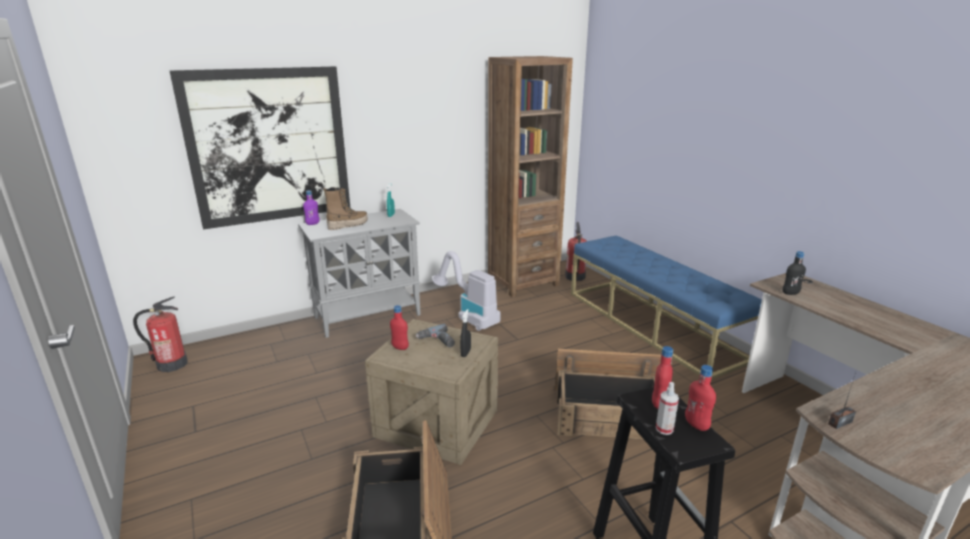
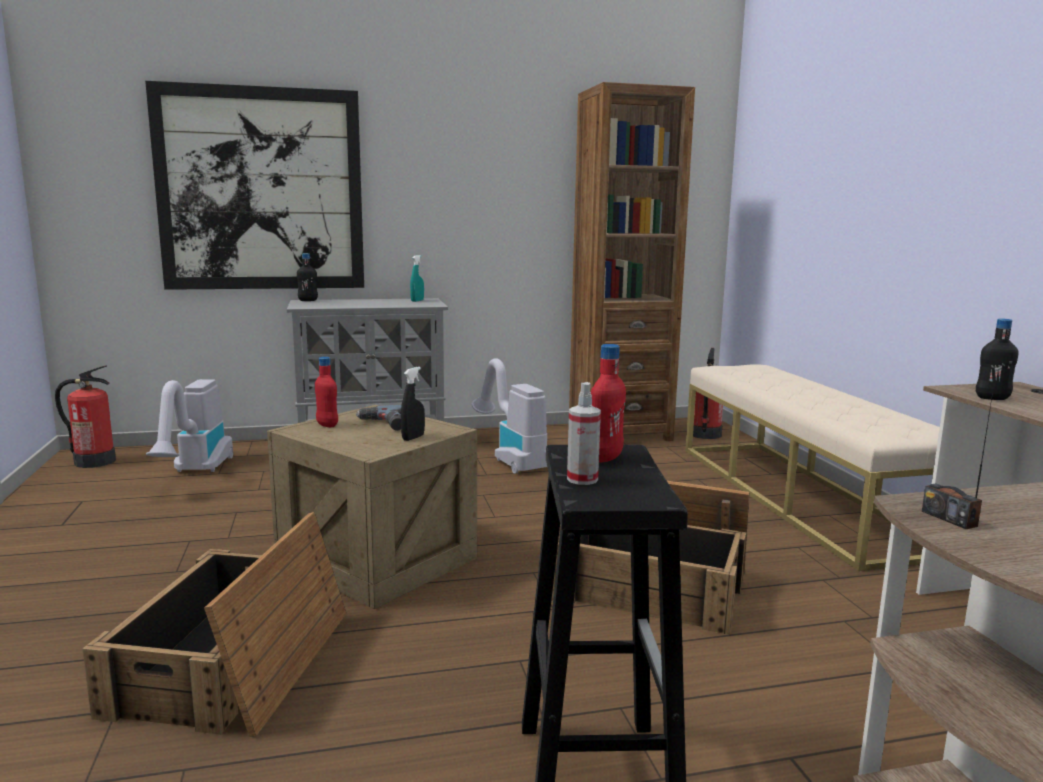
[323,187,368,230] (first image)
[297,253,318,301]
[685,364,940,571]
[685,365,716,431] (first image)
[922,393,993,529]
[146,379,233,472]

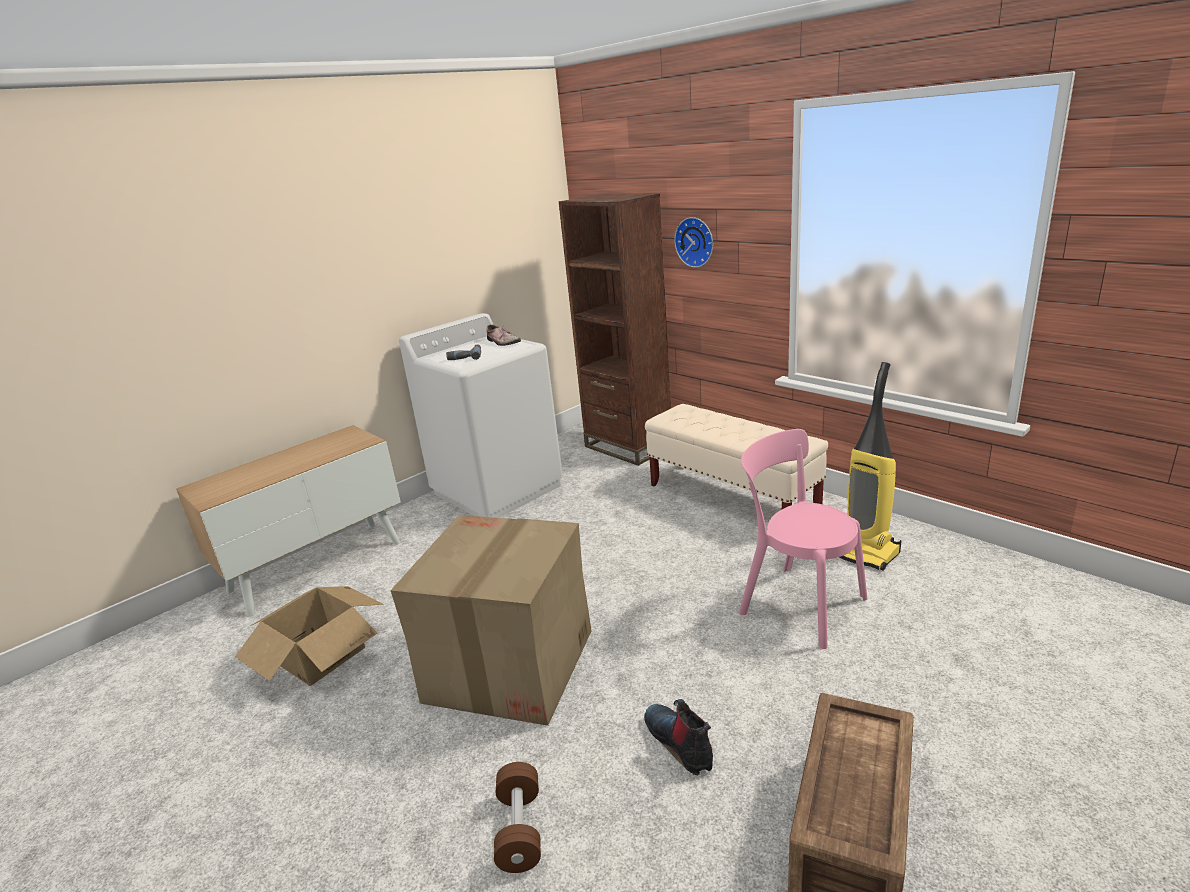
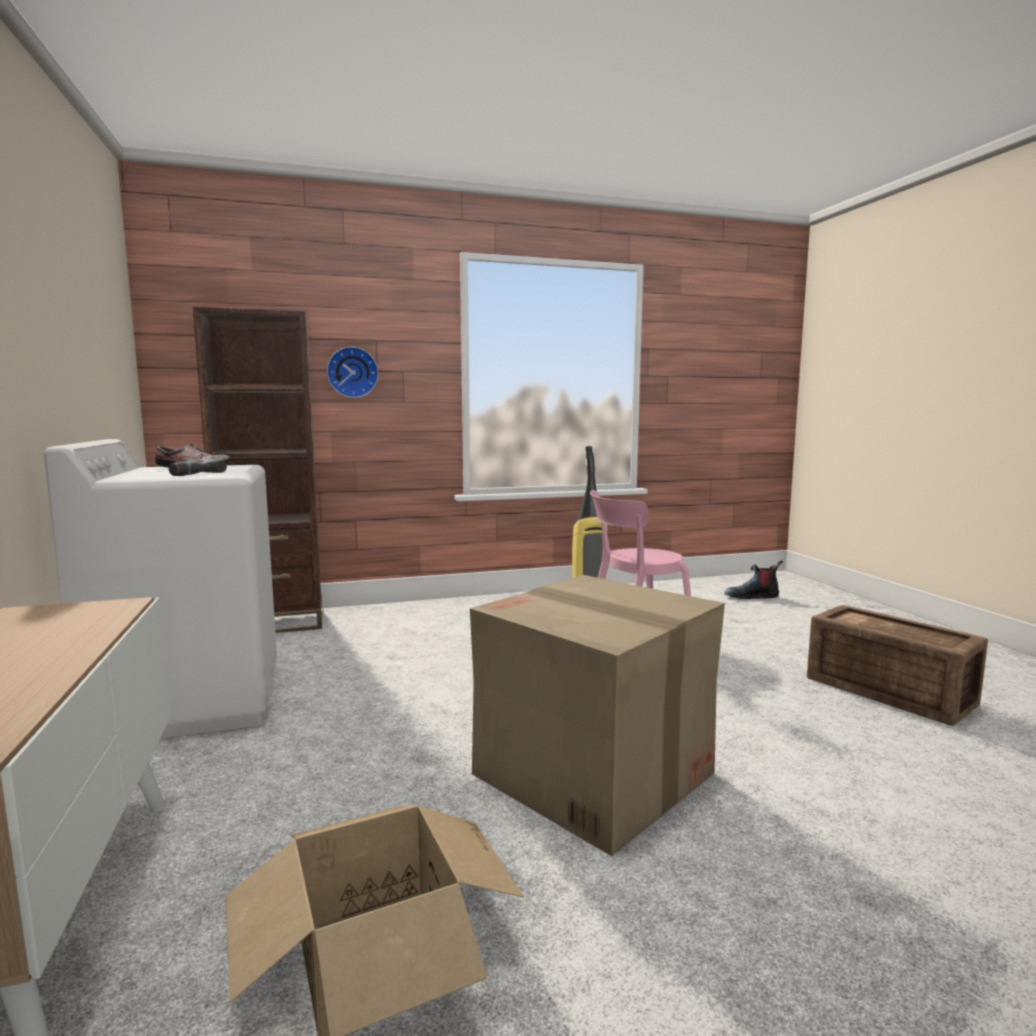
[645,404,828,509] (first image)
[724,560,783,599]
[494,762,541,873] (first image)

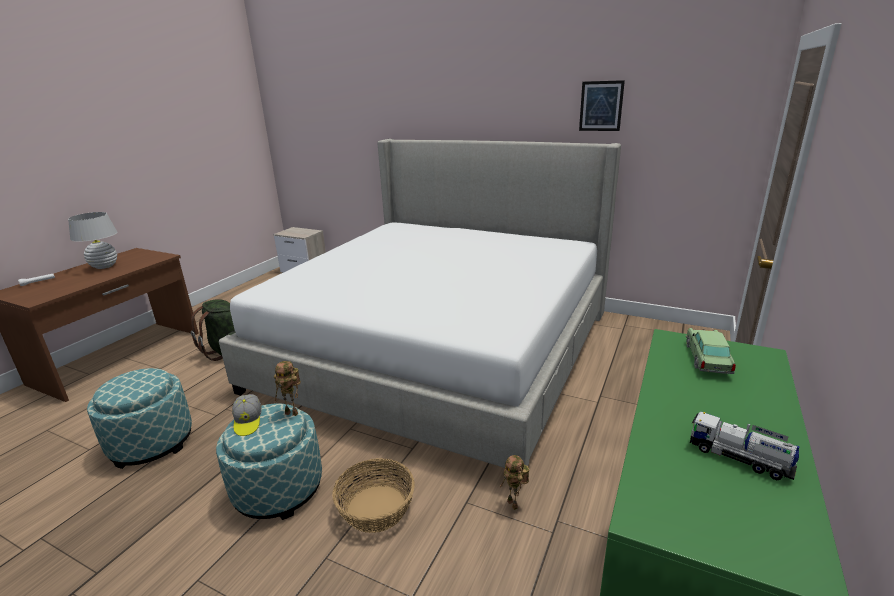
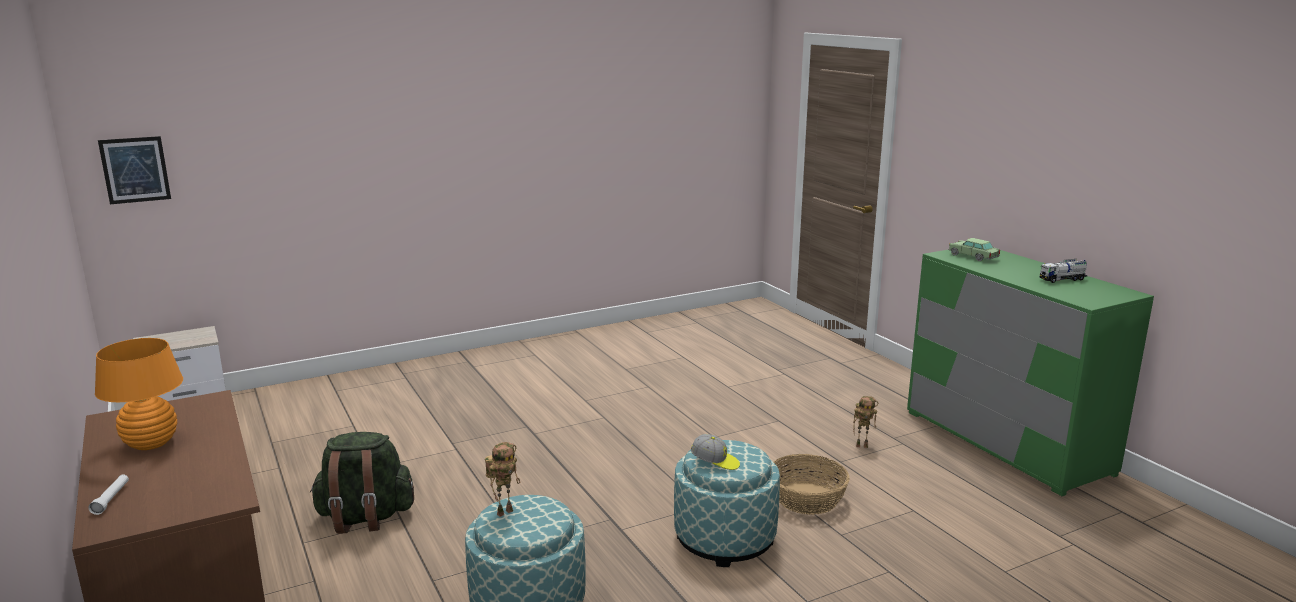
[98,136,171,204]
[219,139,621,468] (first image)
[95,338,183,450]
[485,442,520,517]

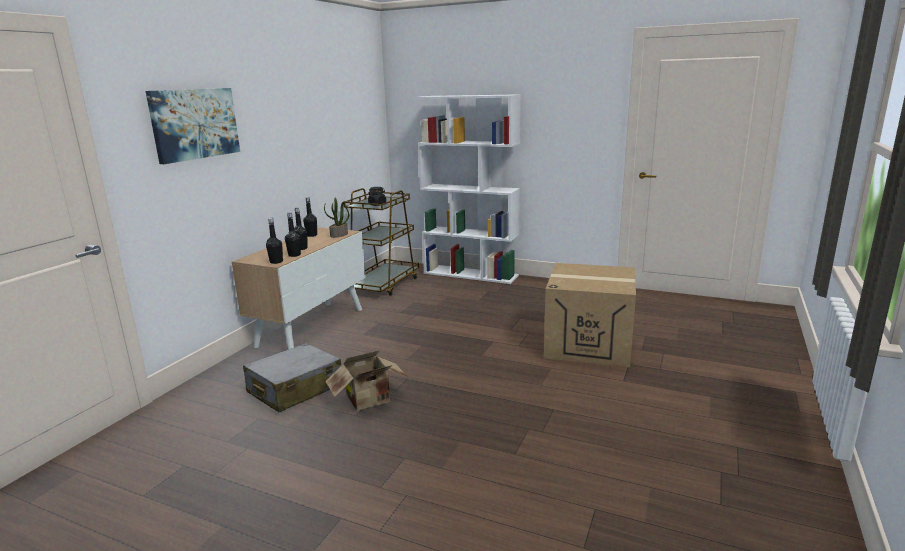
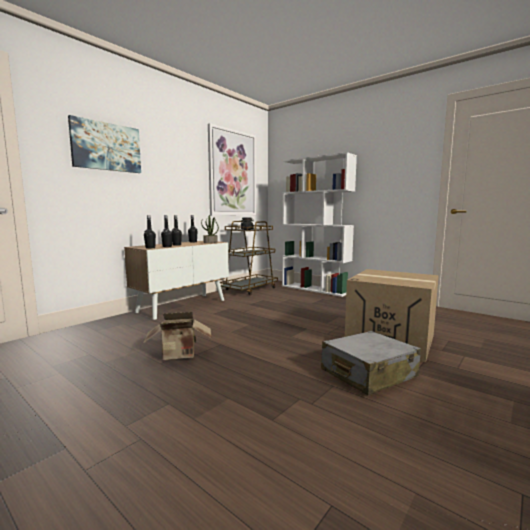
[321,331,421,395]
[208,123,256,216]

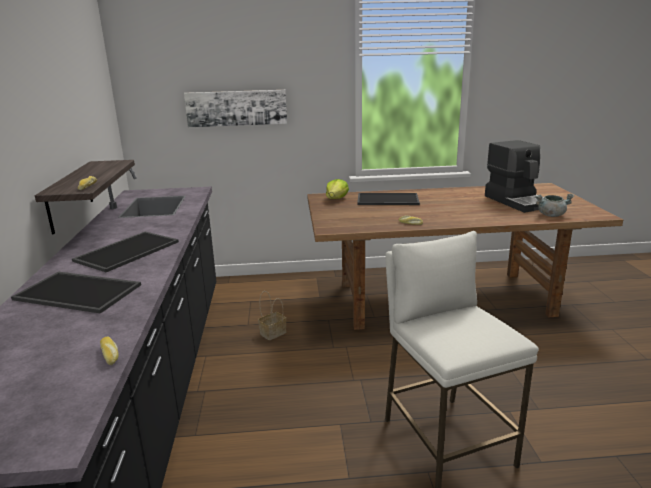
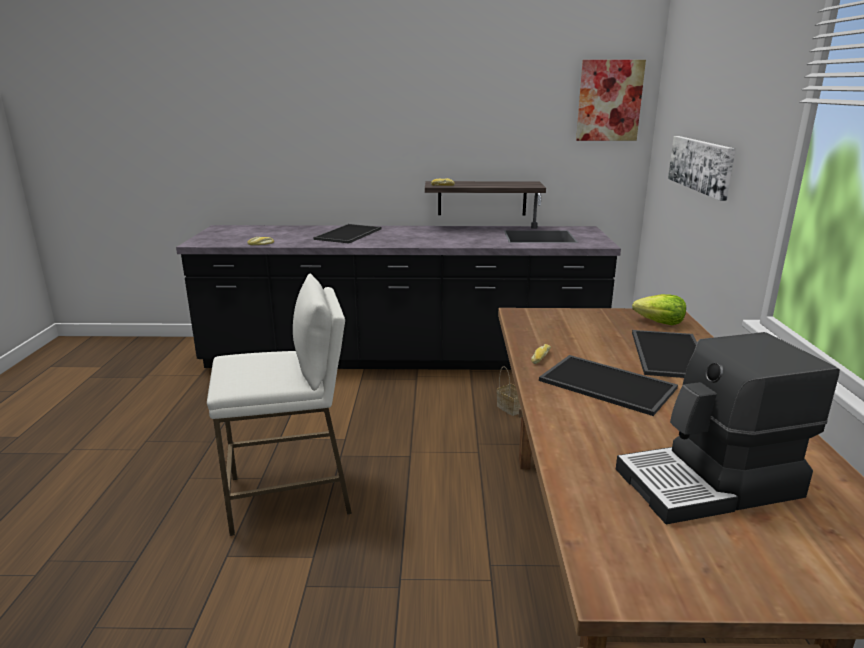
[535,194,575,217] (first image)
[539,355,678,416]
[576,60,646,141]

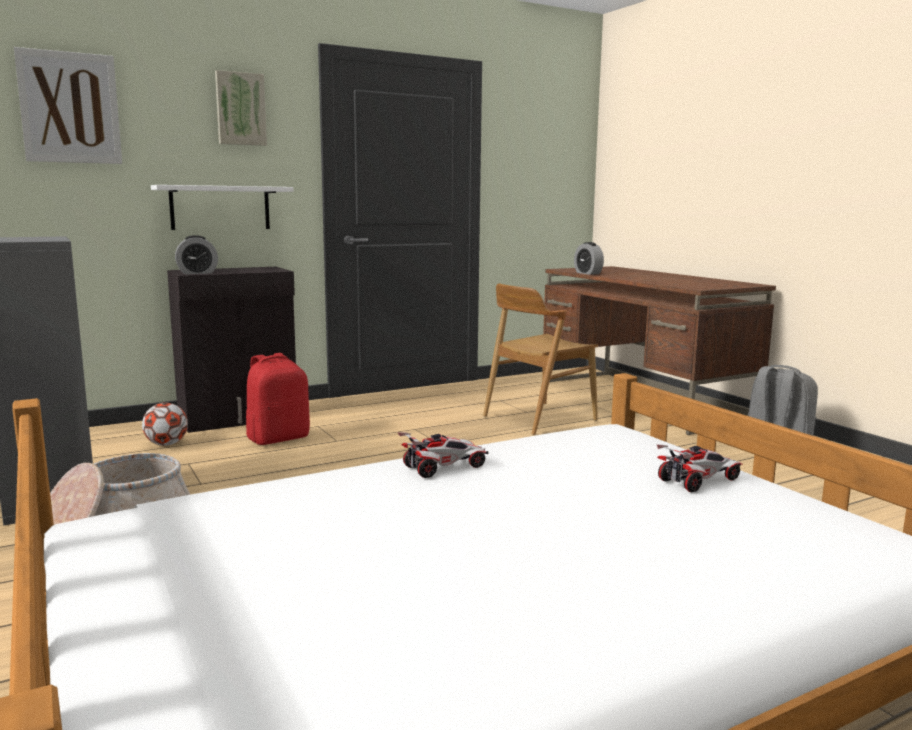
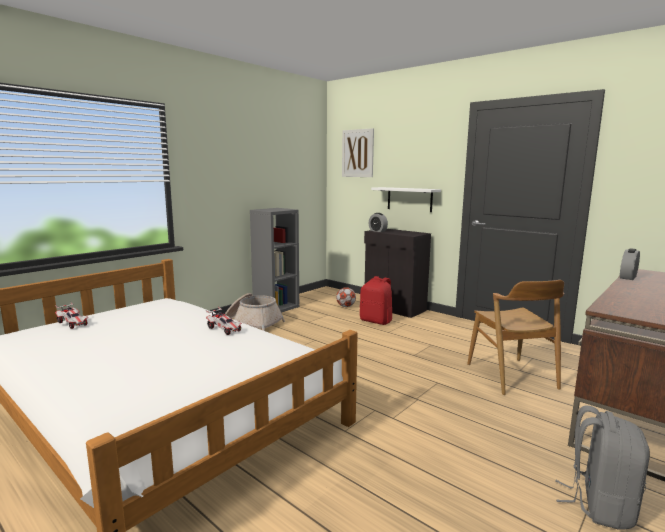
[215,70,267,146] (first image)
[467,280,564,395]
[55,302,88,329]

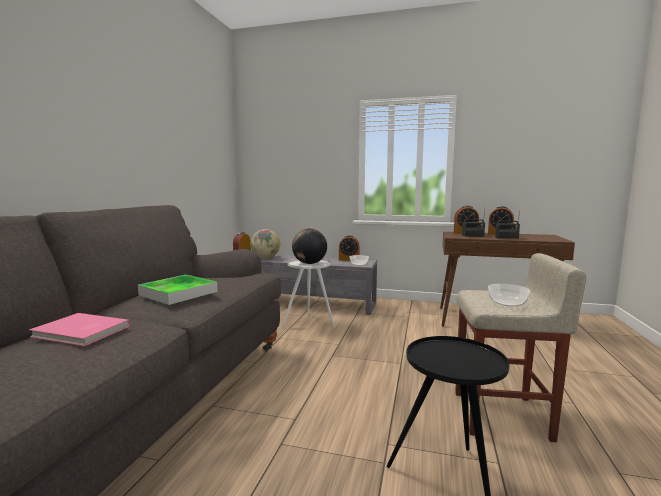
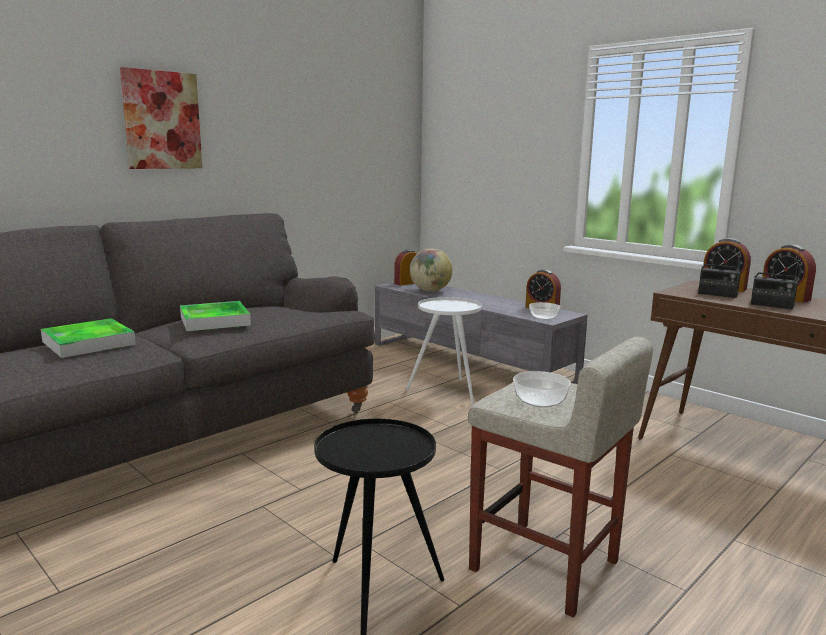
[292,228,327,264] (first image)
[41,318,136,358]
[120,67,202,169]

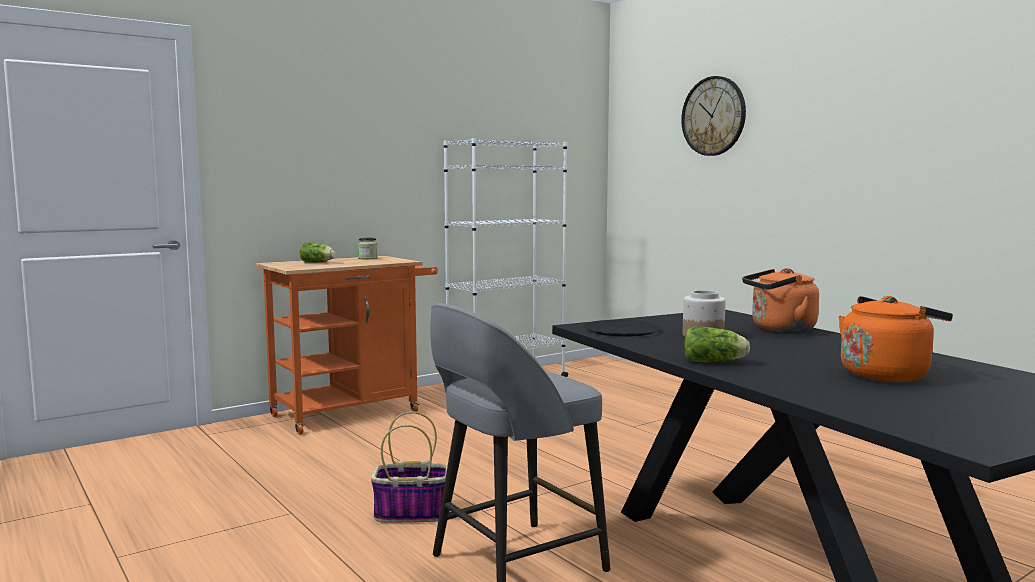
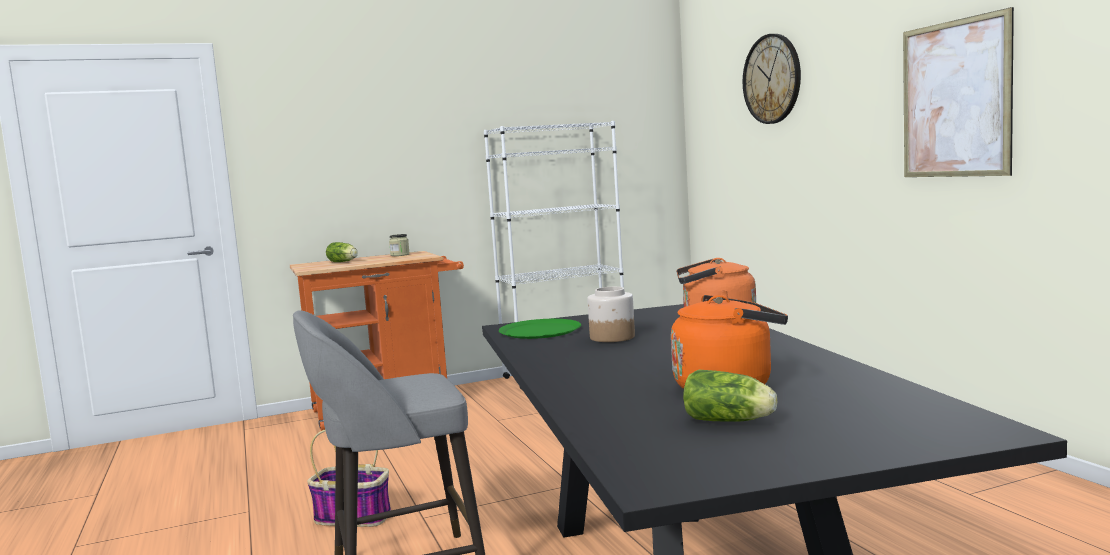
[499,319,581,339]
[683,370,777,422]
[903,7,1014,177]

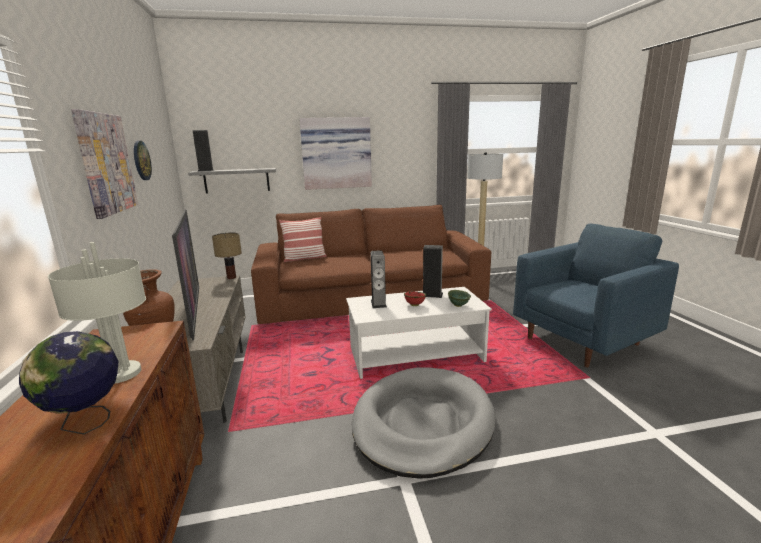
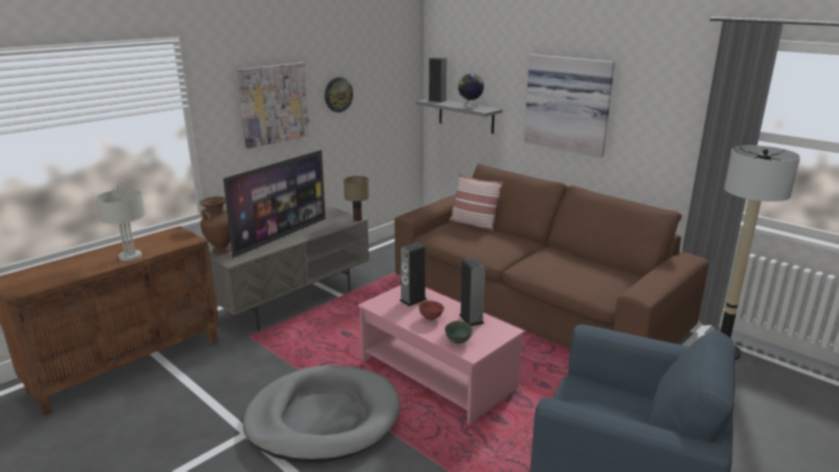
[358,285,525,424]
[458,74,484,108]

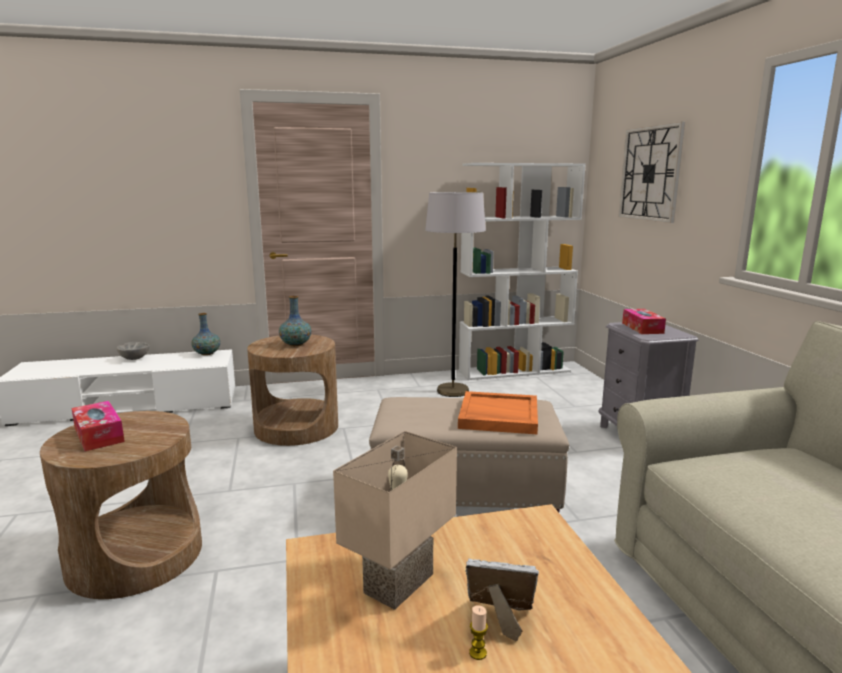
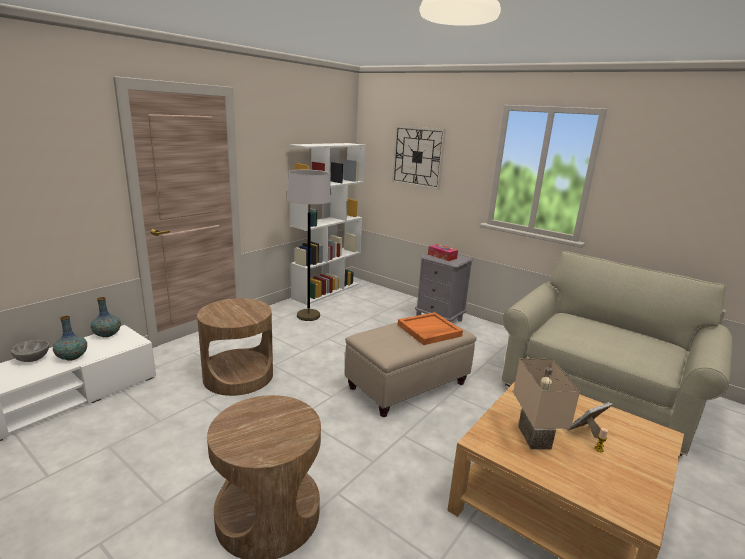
[53,316,87,361]
[71,401,125,451] (first image)

